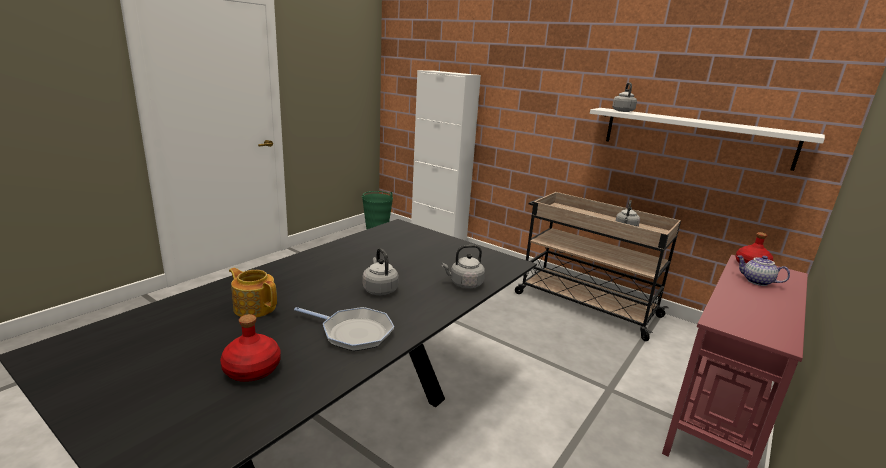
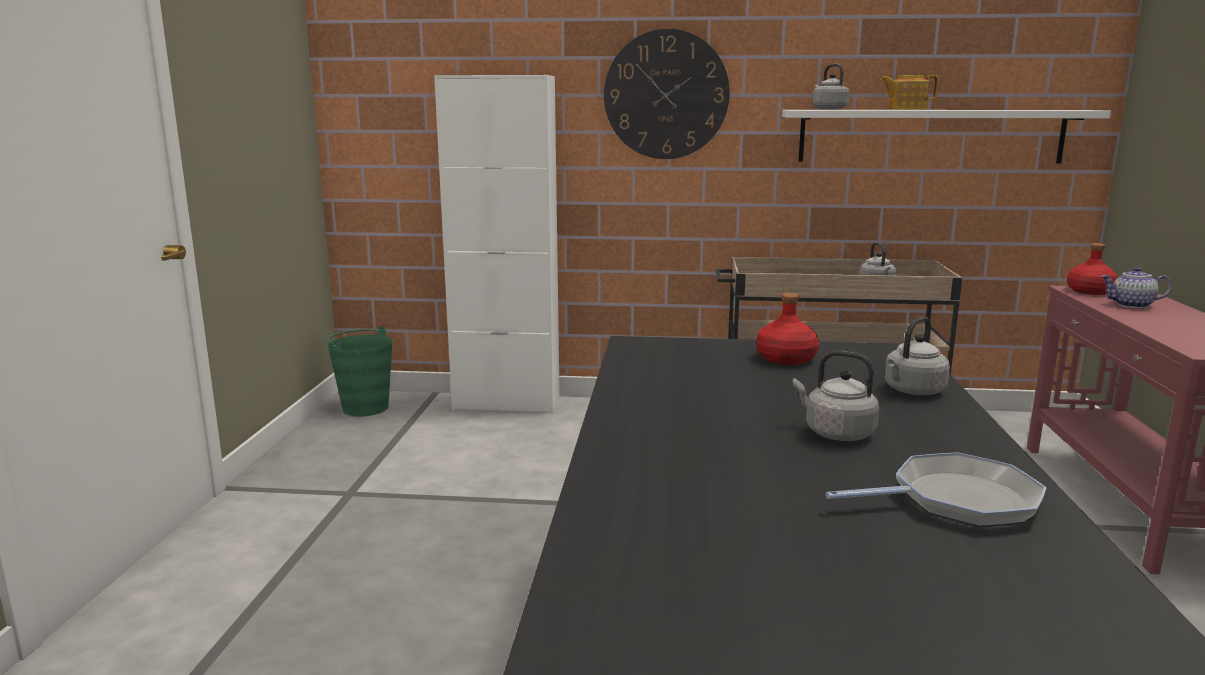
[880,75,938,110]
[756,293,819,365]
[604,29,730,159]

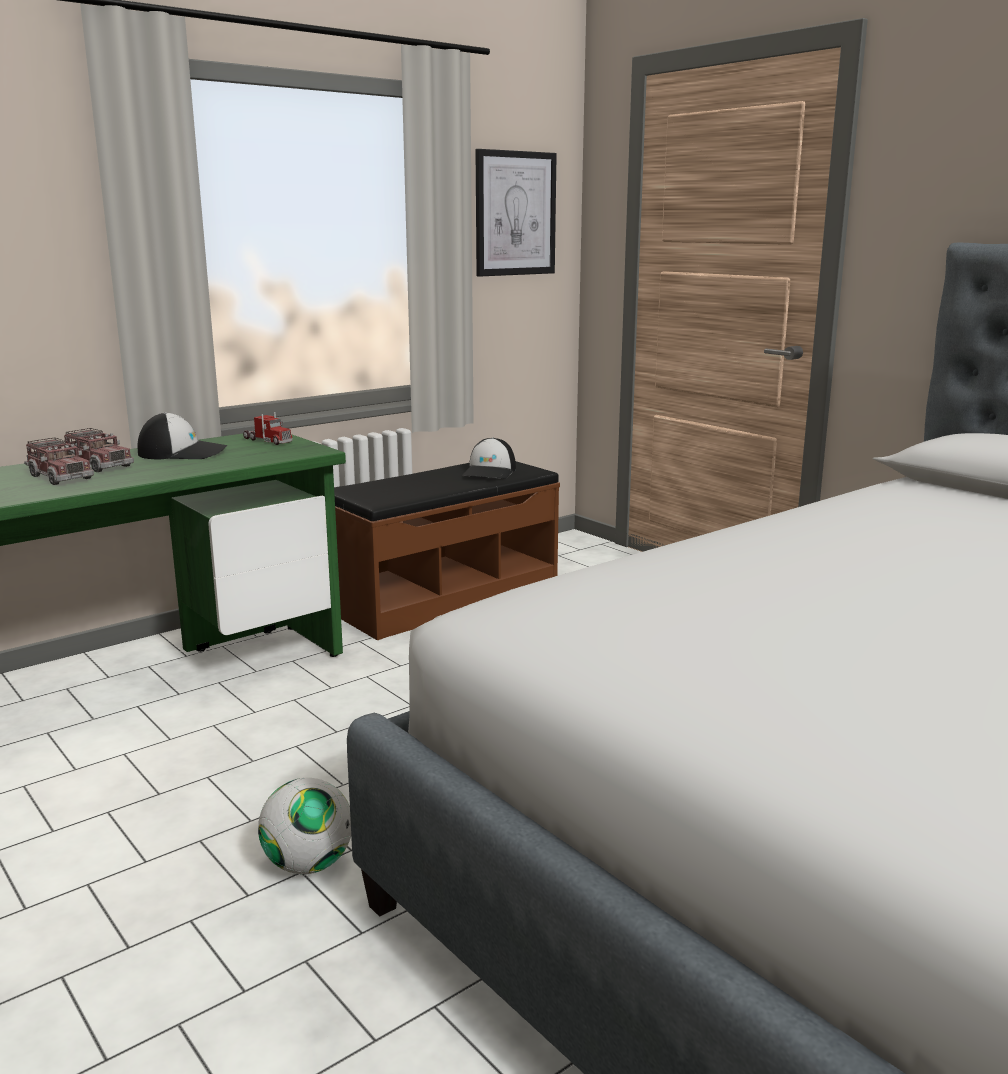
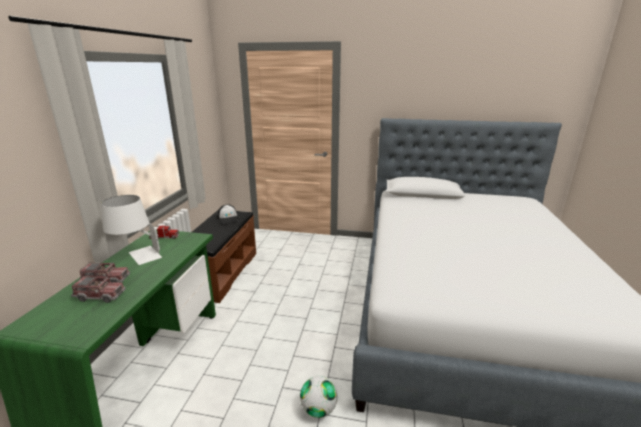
[476,149,557,277] (first image)
[101,195,162,265]

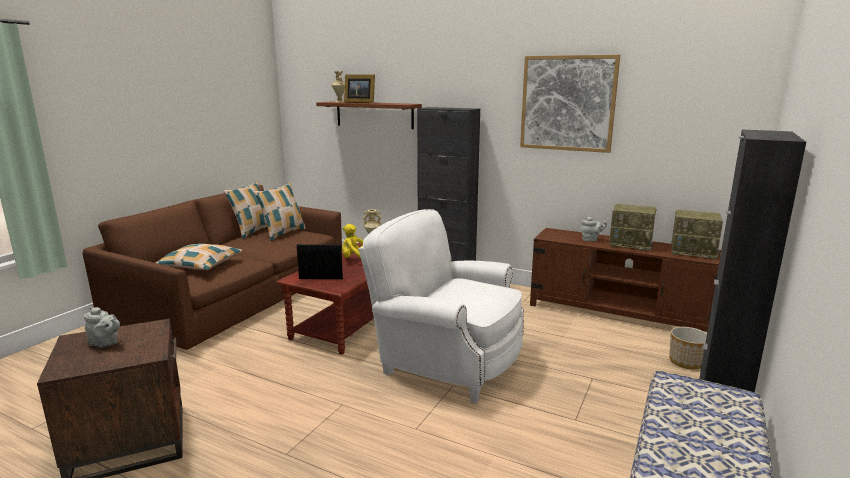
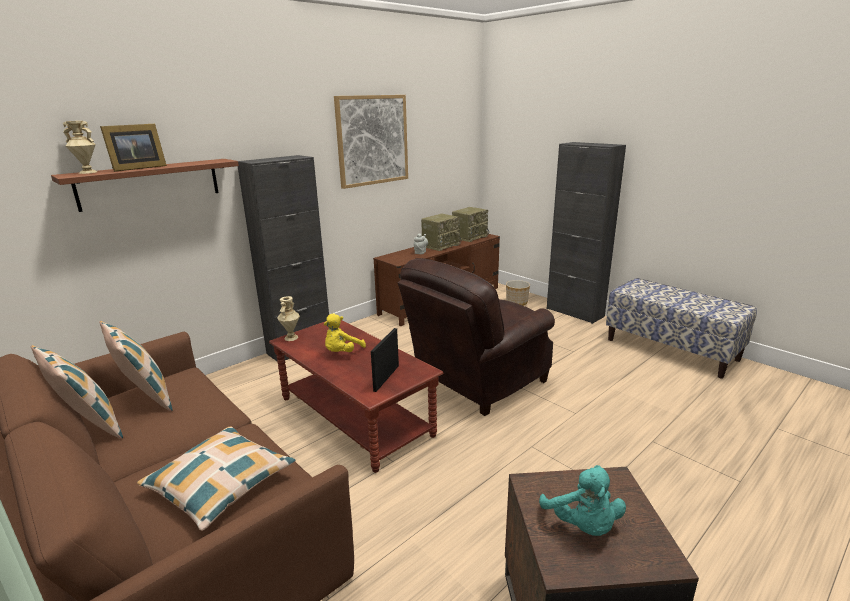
[398,258,555,416]
[539,465,626,536]

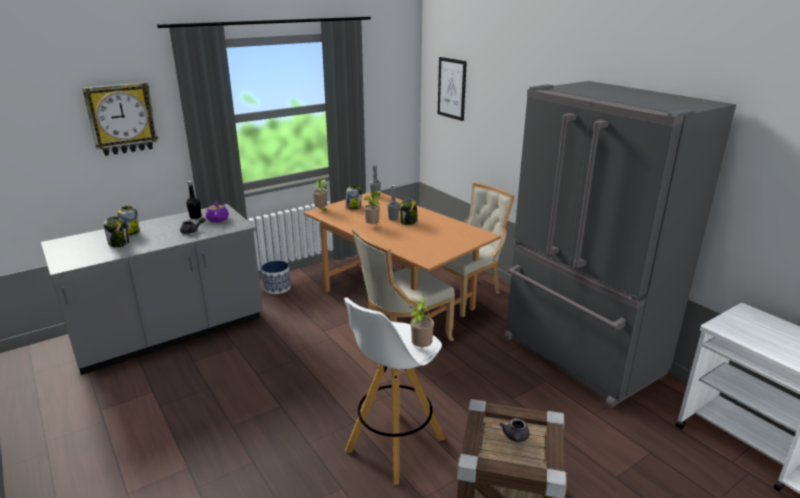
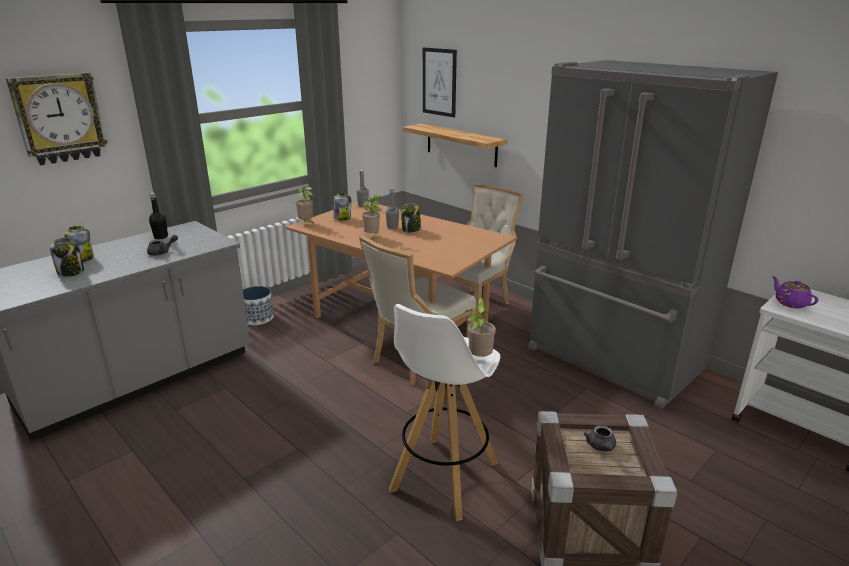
[772,276,819,309]
[402,123,507,167]

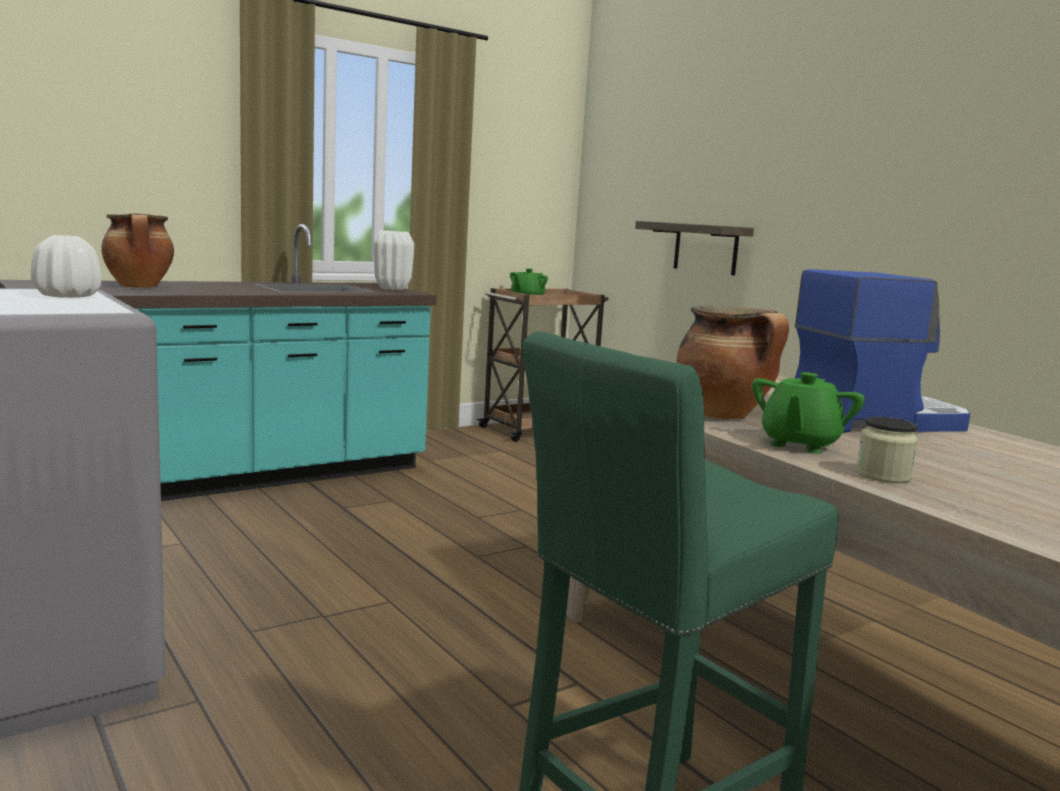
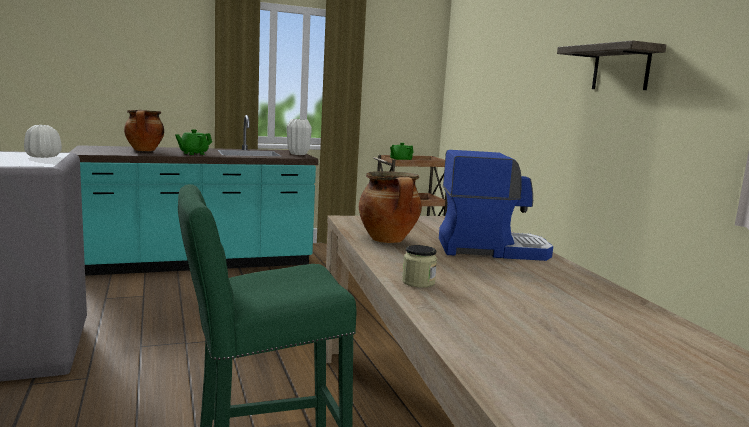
[557,41,666,90]
[175,129,212,155]

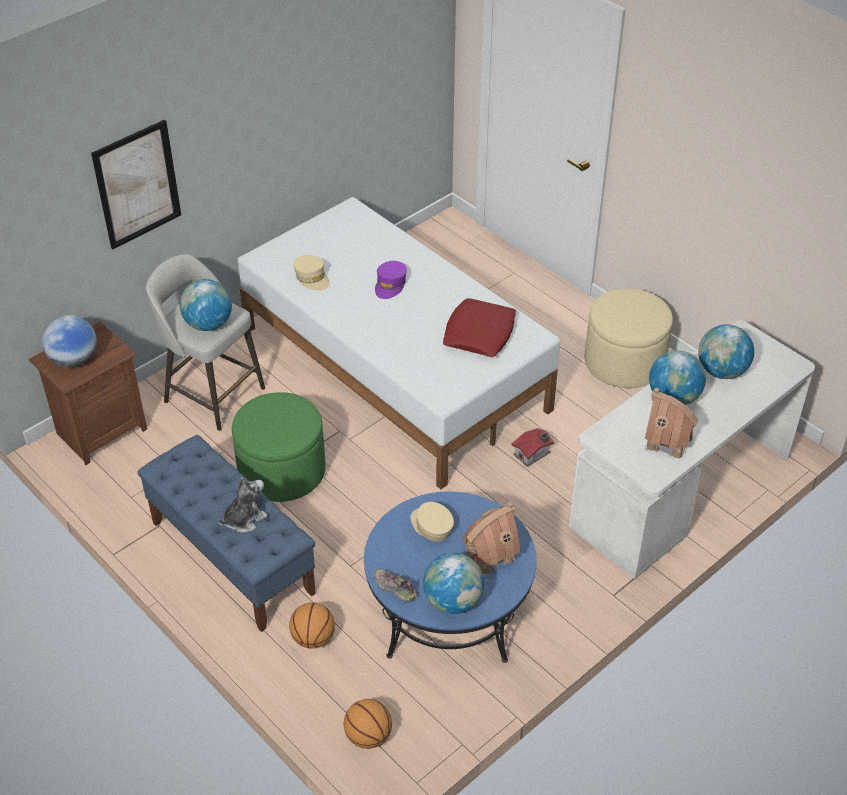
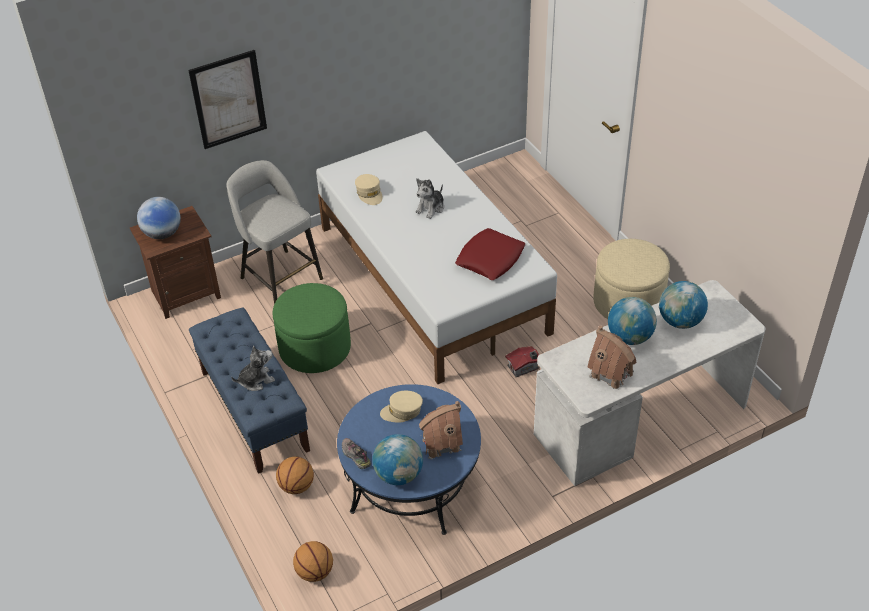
[415,178,444,219]
[180,279,232,331] (first image)
[380,391,423,423]

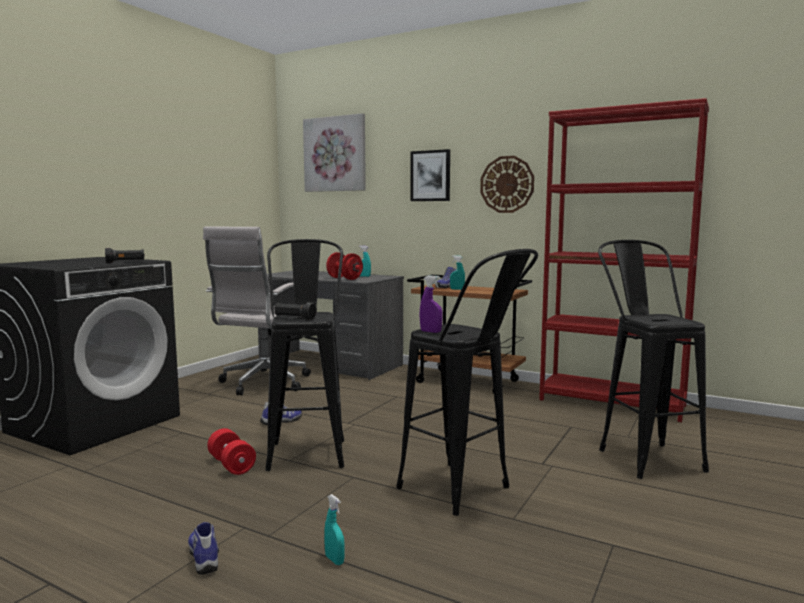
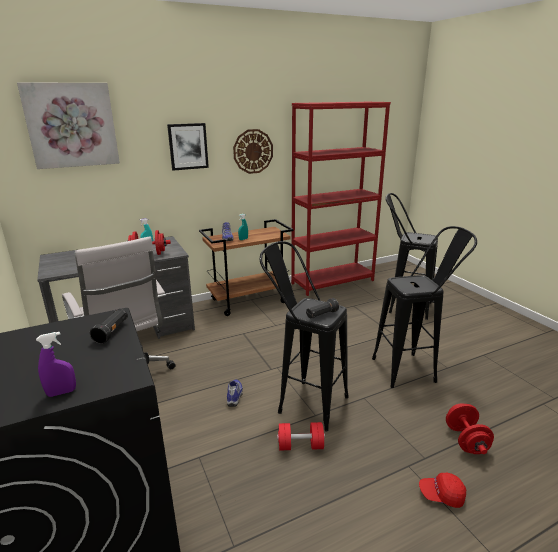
[36,332,76,397]
[446,403,494,454]
[419,473,466,508]

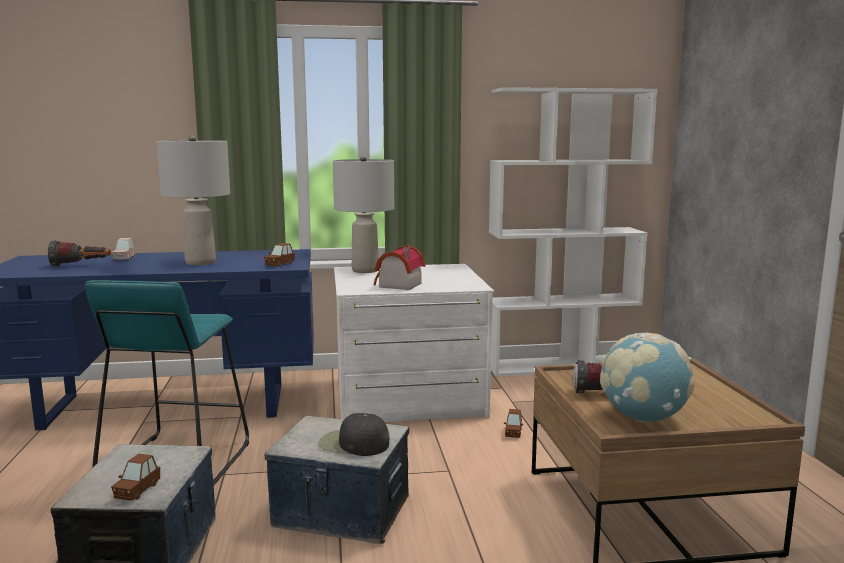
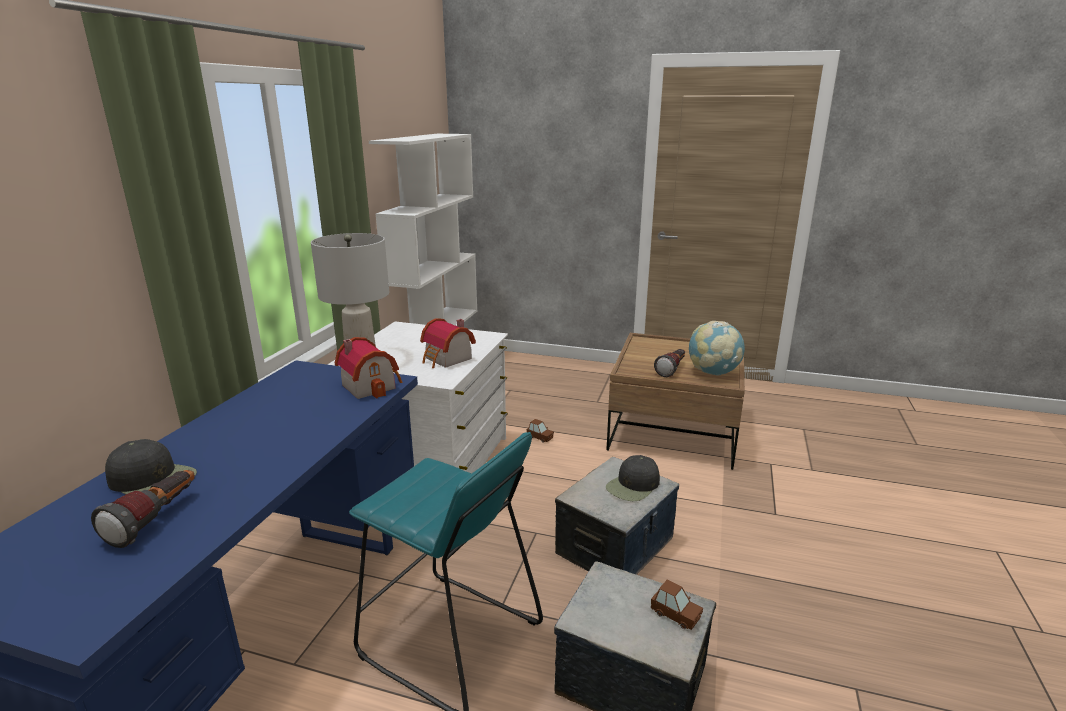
[157,136,230,265] (first image)
[105,439,197,494]
[335,337,402,399]

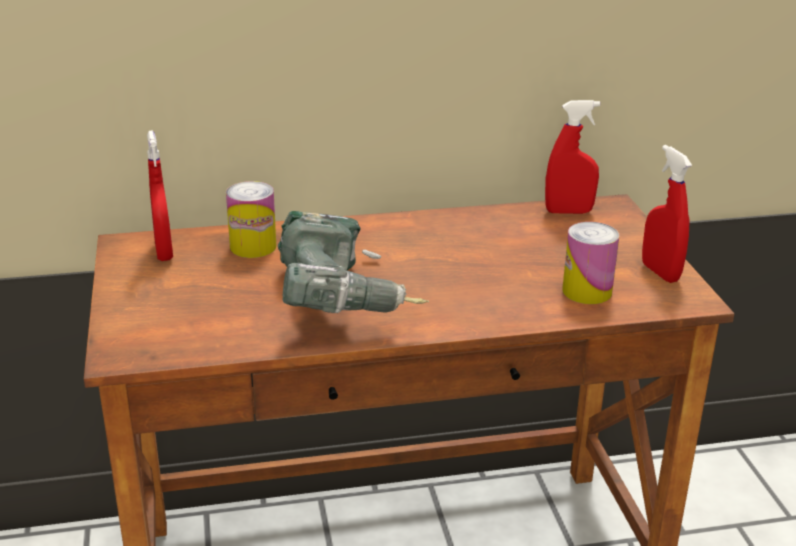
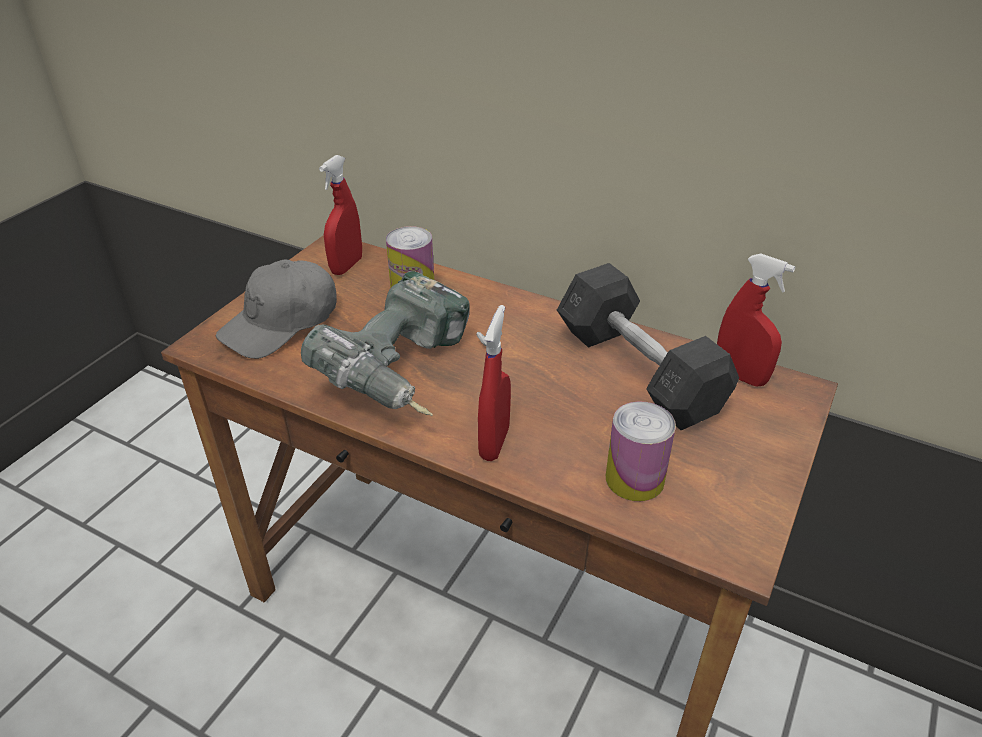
[478,305,511,461]
[216,259,337,359]
[557,263,739,430]

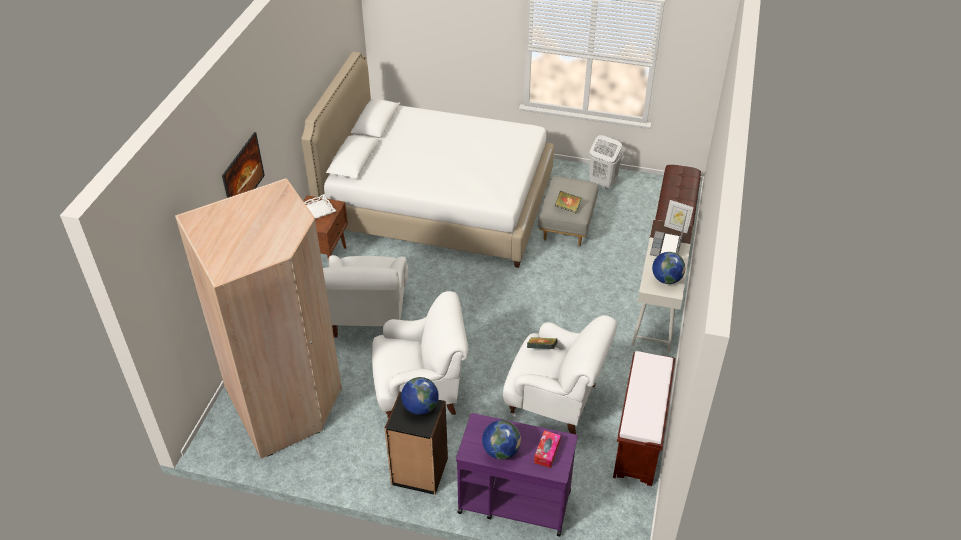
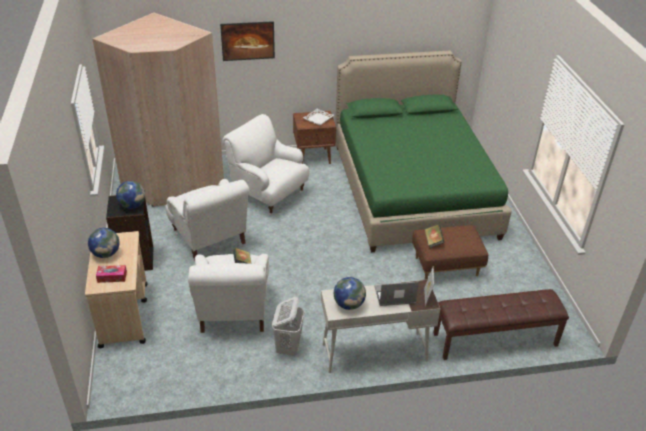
[335,50,512,252]
[272,297,304,355]
[412,225,488,280]
[222,114,309,215]
[613,351,676,486] (first image)
[85,231,147,348]

